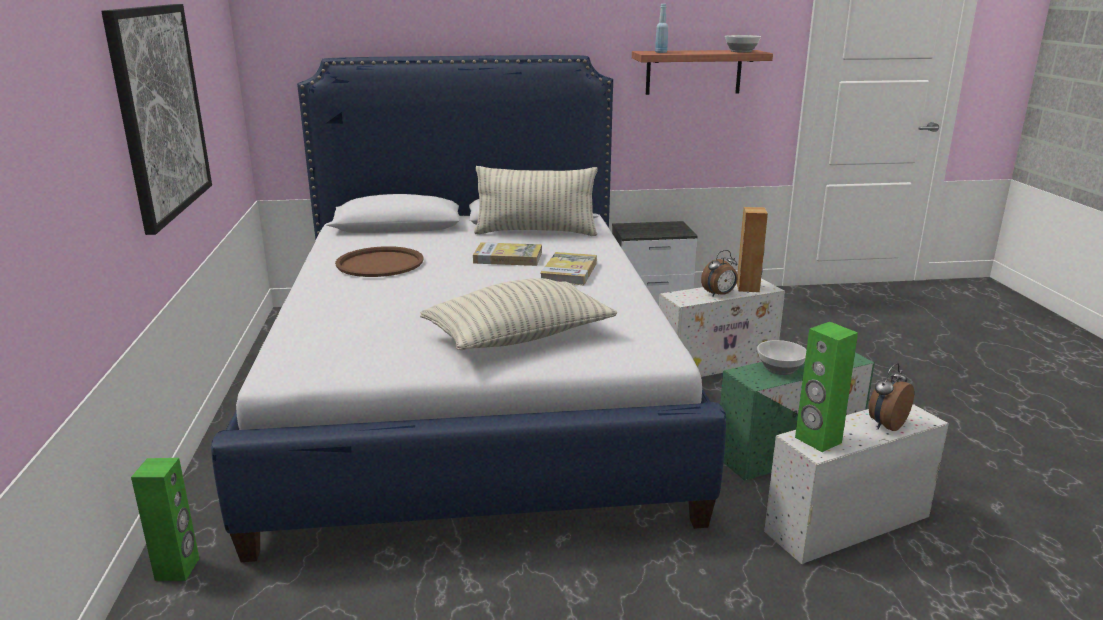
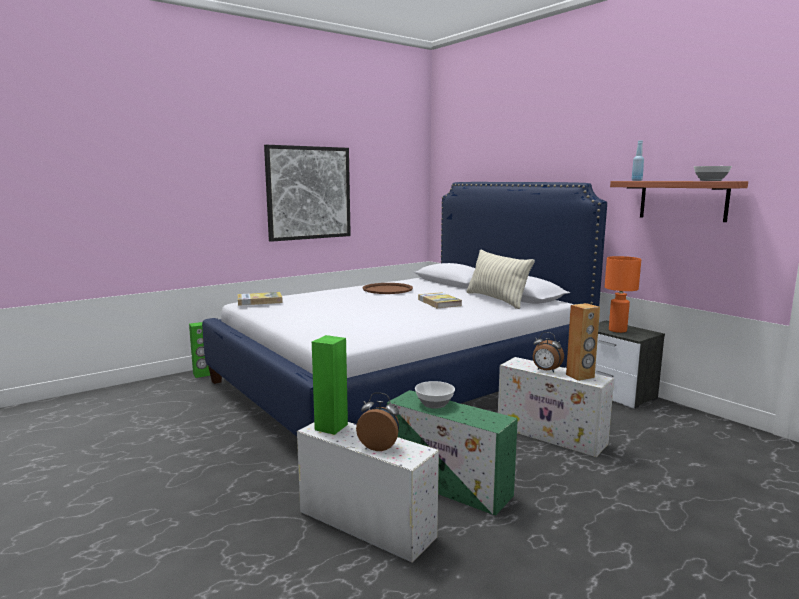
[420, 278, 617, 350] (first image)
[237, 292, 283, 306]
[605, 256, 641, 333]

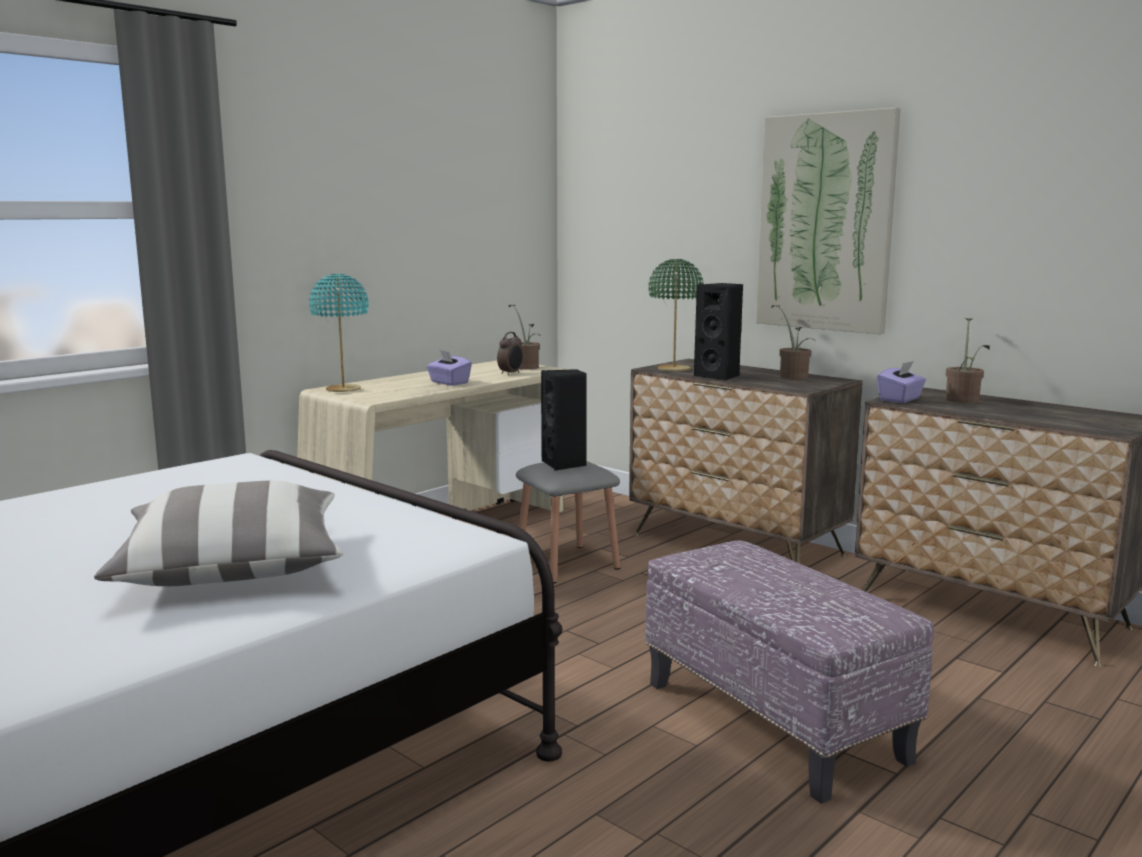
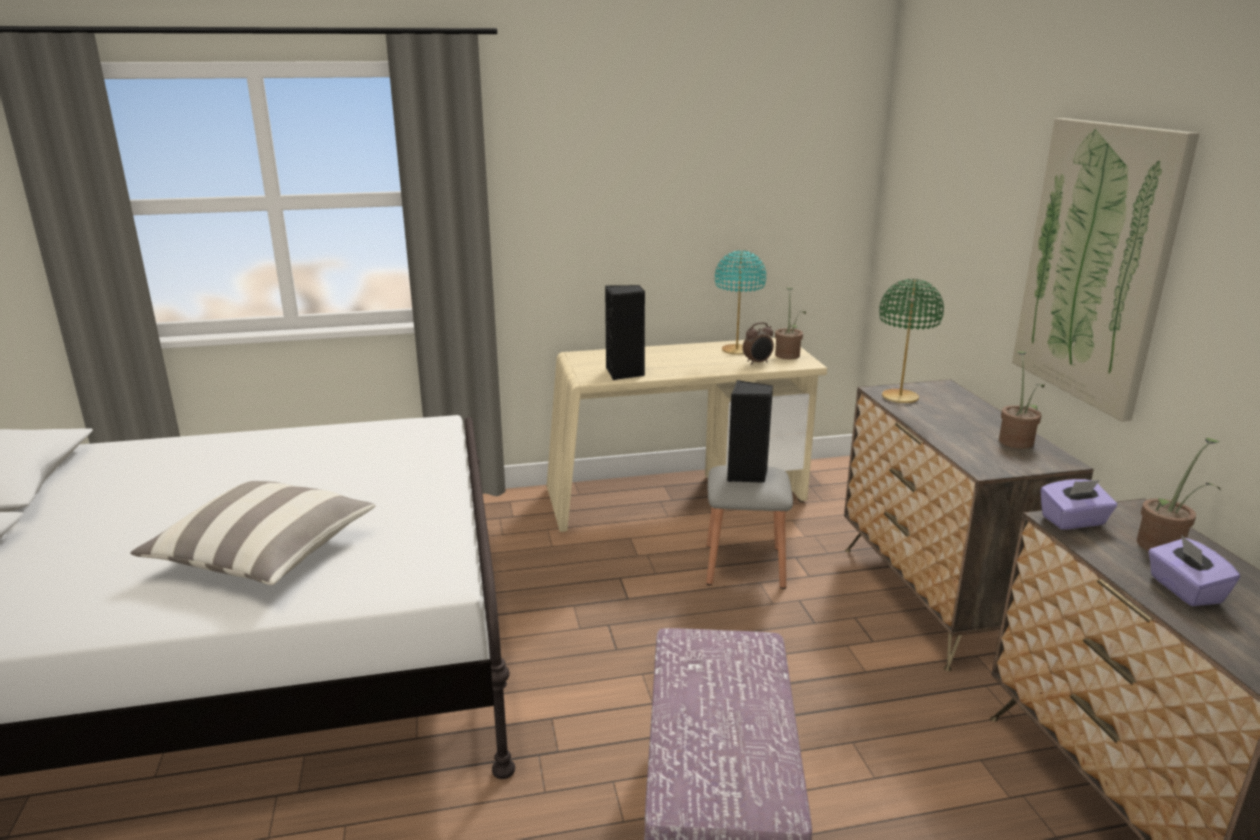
[715, 250, 766, 355]
[1148, 535, 1240, 606]
[605, 285, 645, 380]

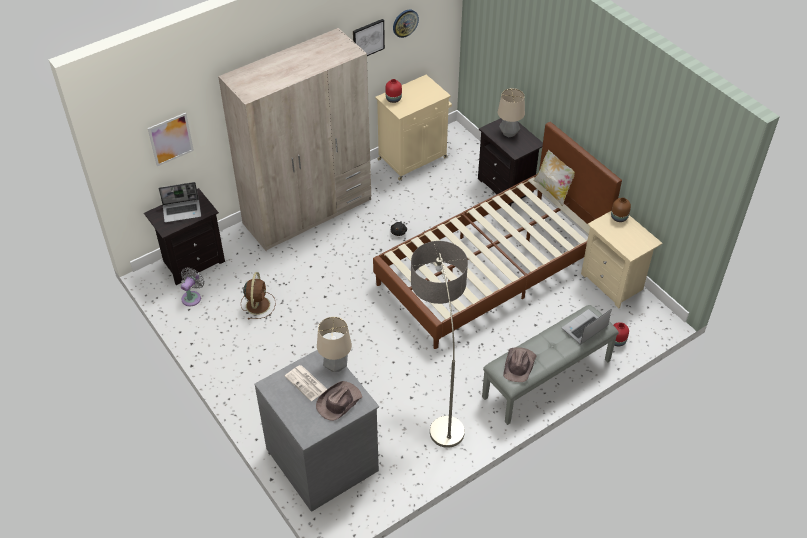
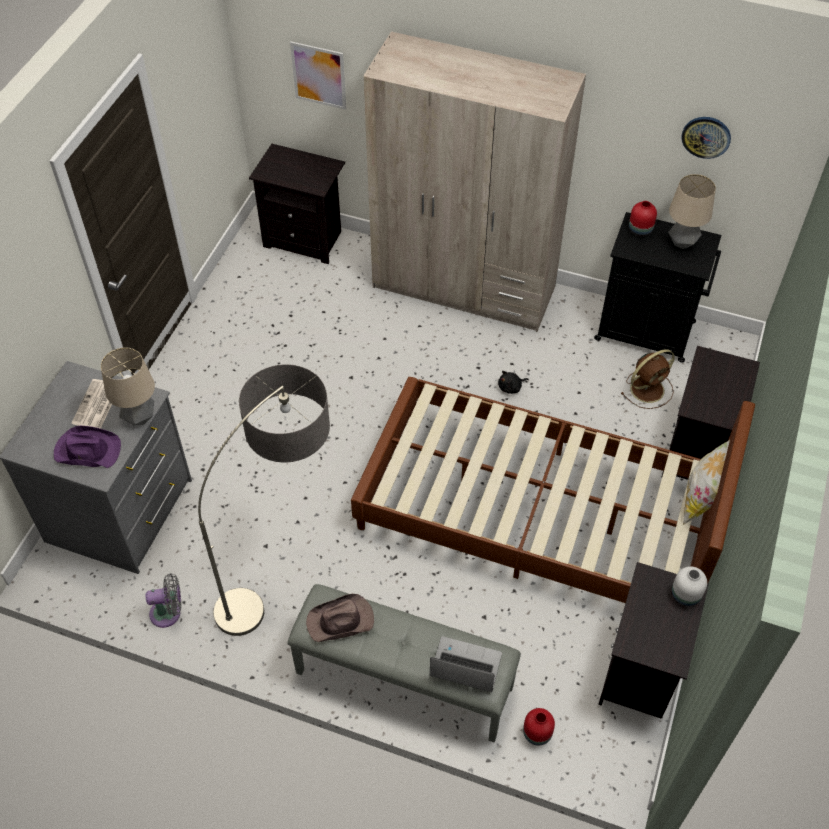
[159, 182, 201, 223] (first image)
[146, 573, 181, 628]
[621, 349, 675, 409]
[54, 426, 121, 468]
[353, 19, 385, 56] (first image)
[594, 212, 722, 362]
[668, 174, 716, 249]
[598, 562, 709, 719]
[672, 566, 707, 606]

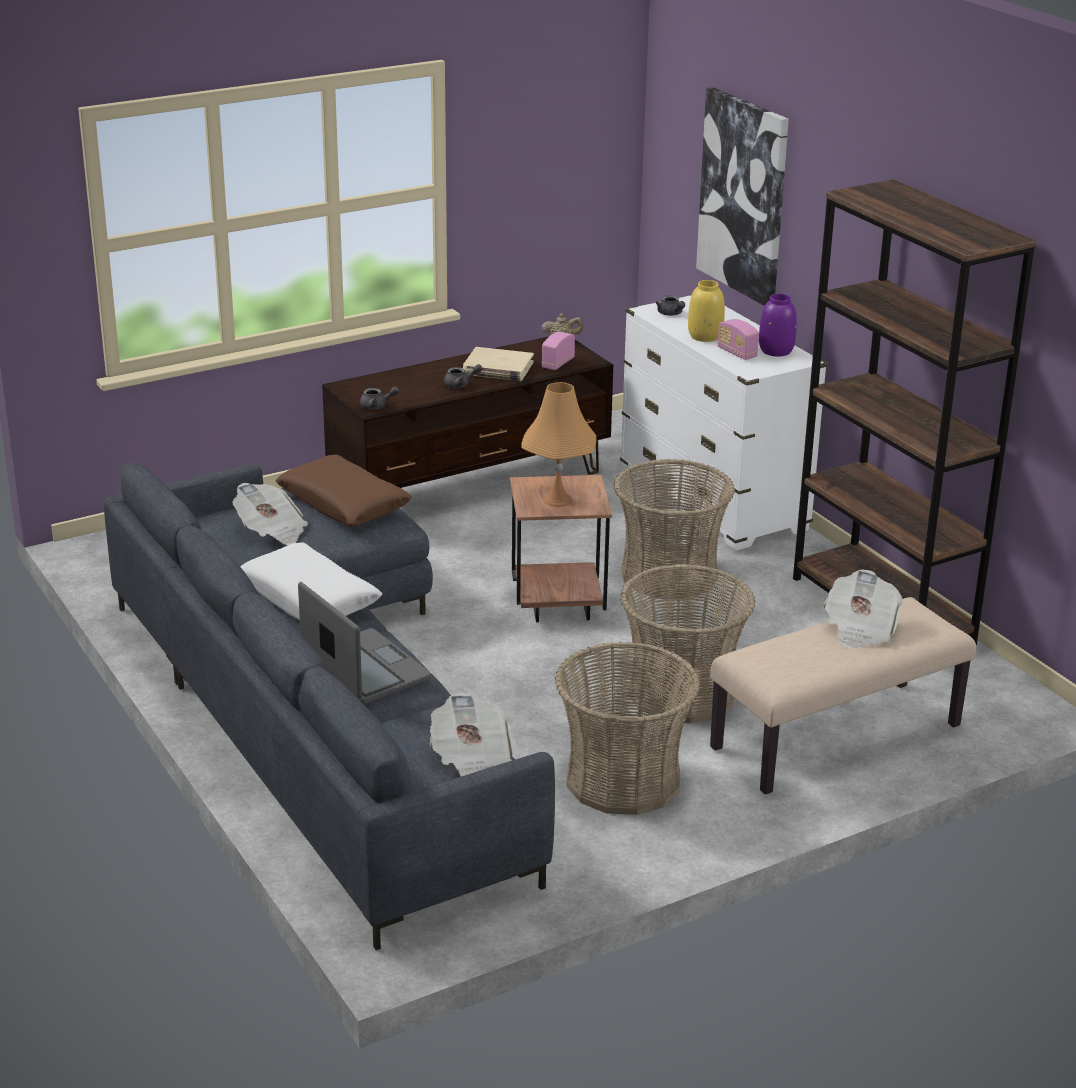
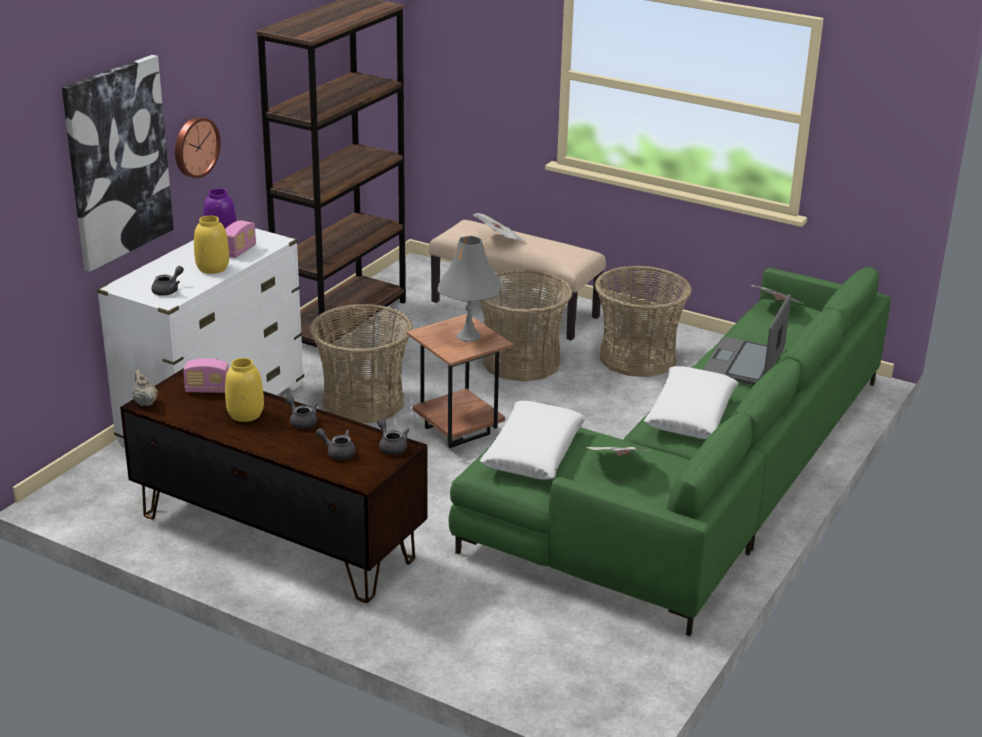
[448, 267, 891, 636]
[480, 401, 586, 480]
[225, 358, 264, 422]
[437, 236, 501, 342]
[175, 117, 221, 178]
[315, 428, 356, 460]

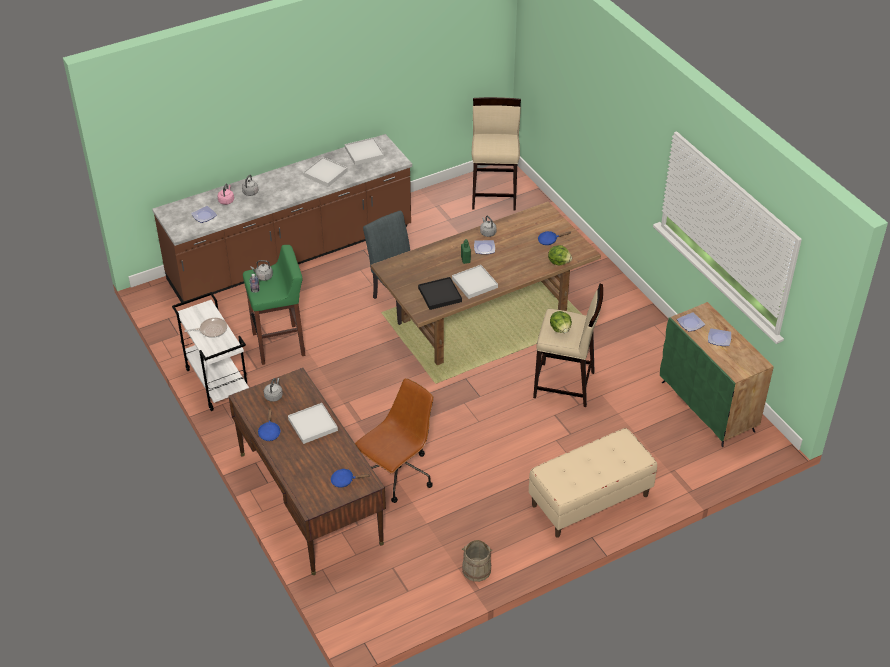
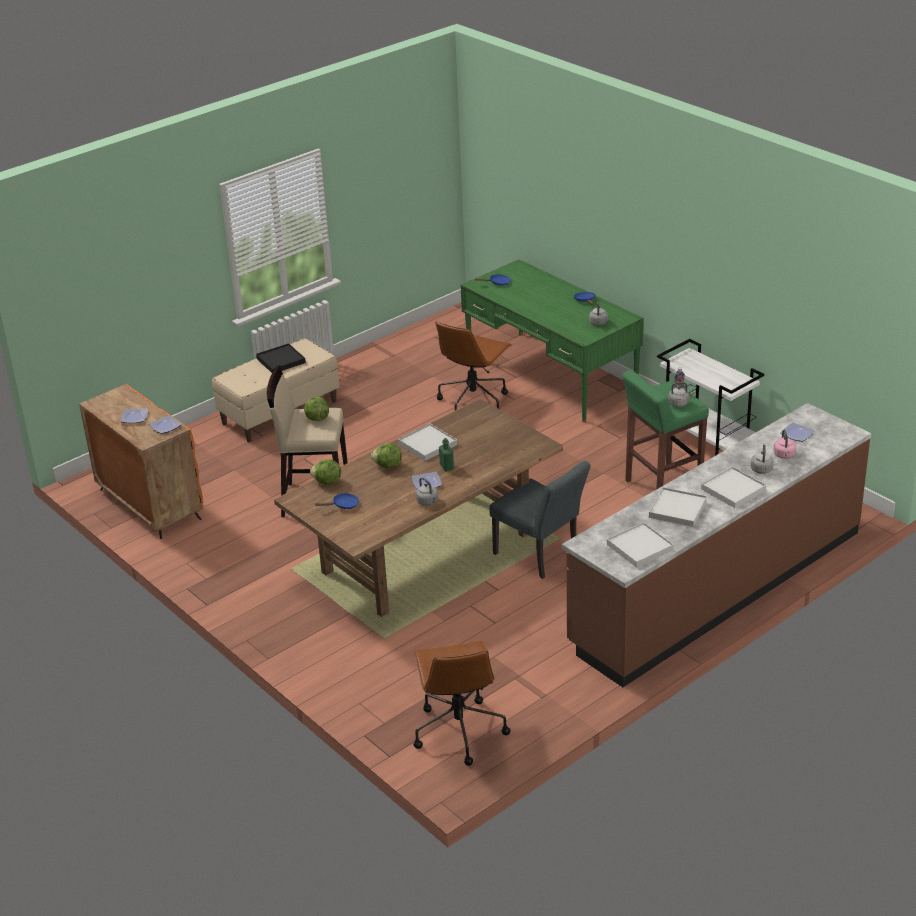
[184, 318, 227, 338] (first image)
[461, 259, 644, 422]
[701, 466, 766, 508]
[256, 343, 306, 373]
[462, 540, 493, 582] (first image)
[413, 641, 511, 766]
[79, 384, 203, 539]
[371, 444, 402, 469]

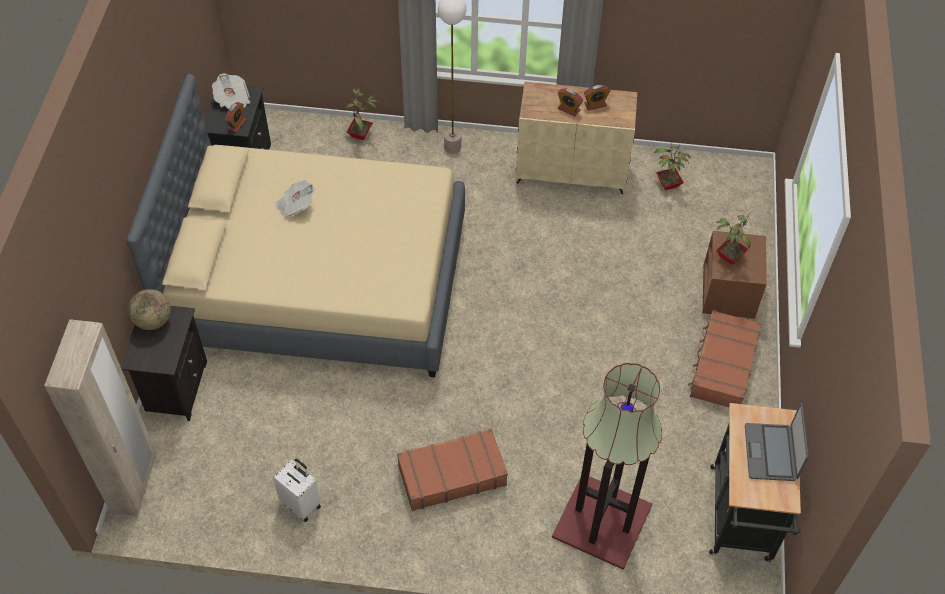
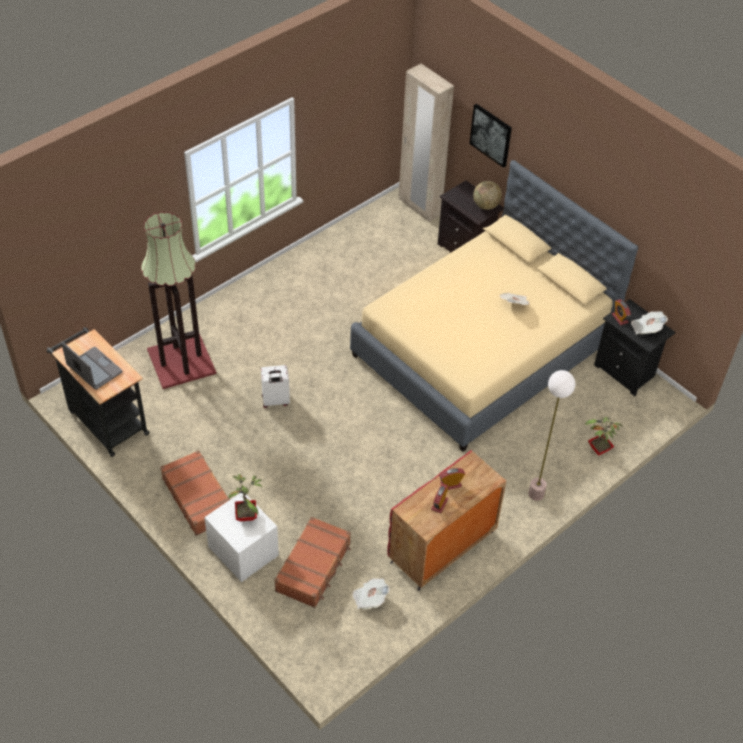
[261, 365, 290, 408]
[274, 517, 351, 608]
[387, 450, 506, 591]
[352, 579, 389, 609]
[204, 493, 279, 582]
[469, 104, 512, 168]

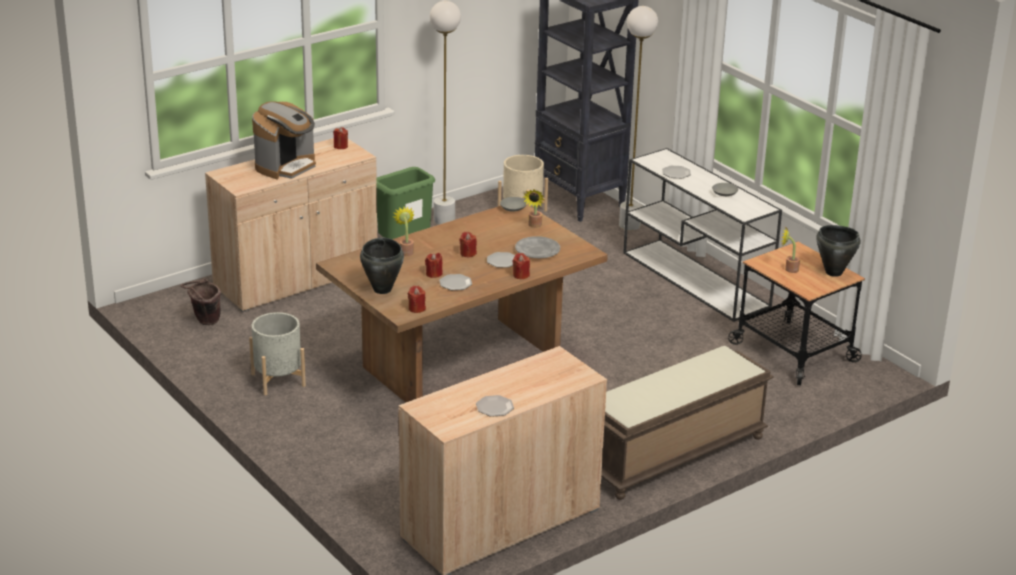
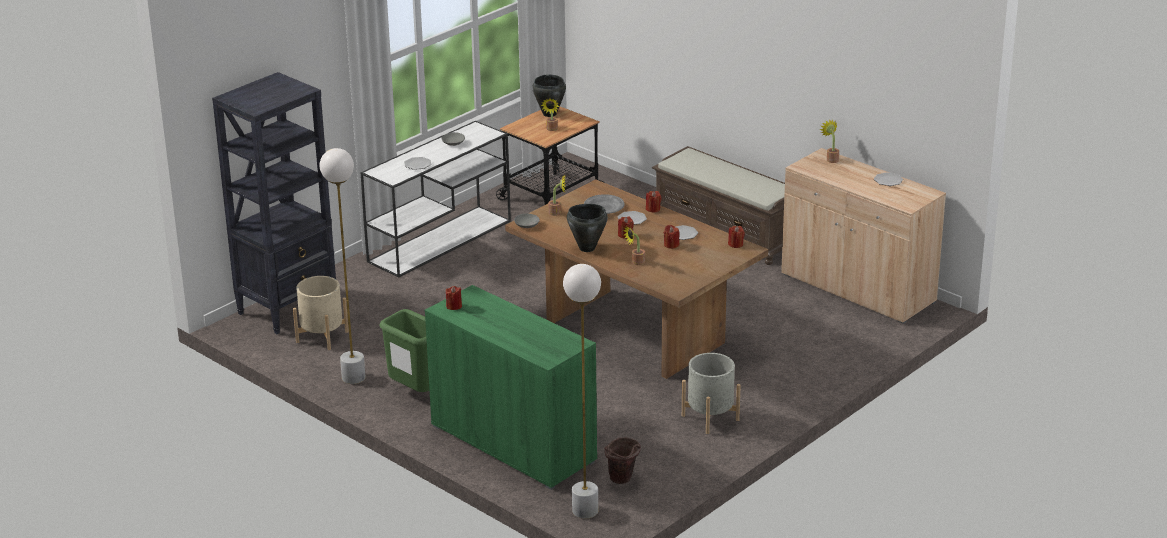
[425, 285, 597, 490]
[252, 101, 316, 179] (first image)
[567, 204, 608, 252]
[563, 264, 601, 519]
[820, 119, 839, 163]

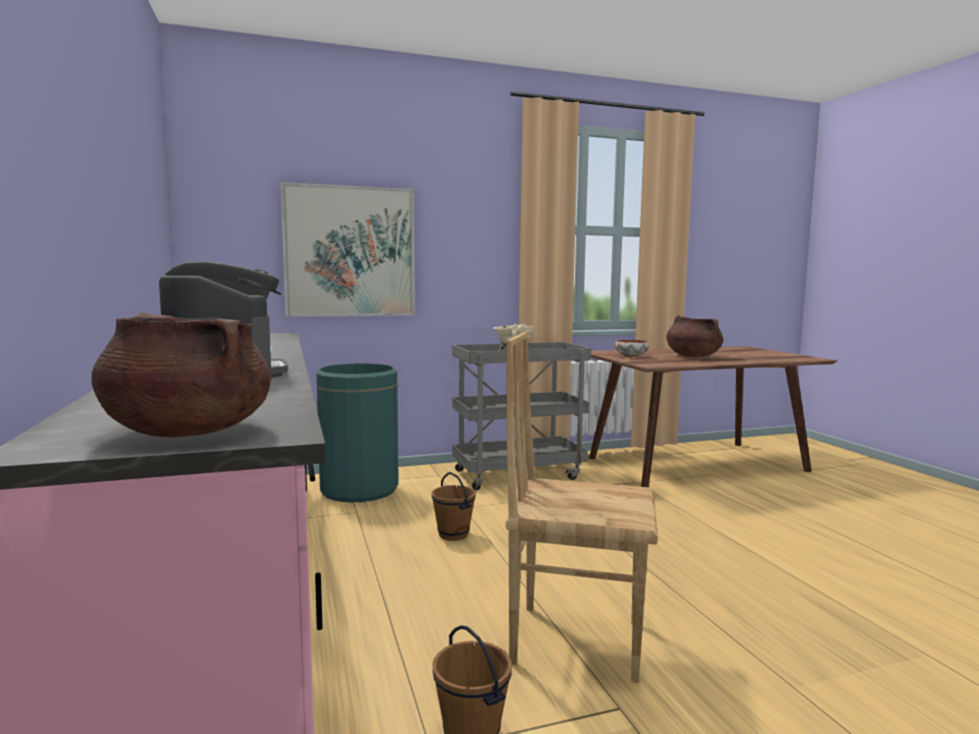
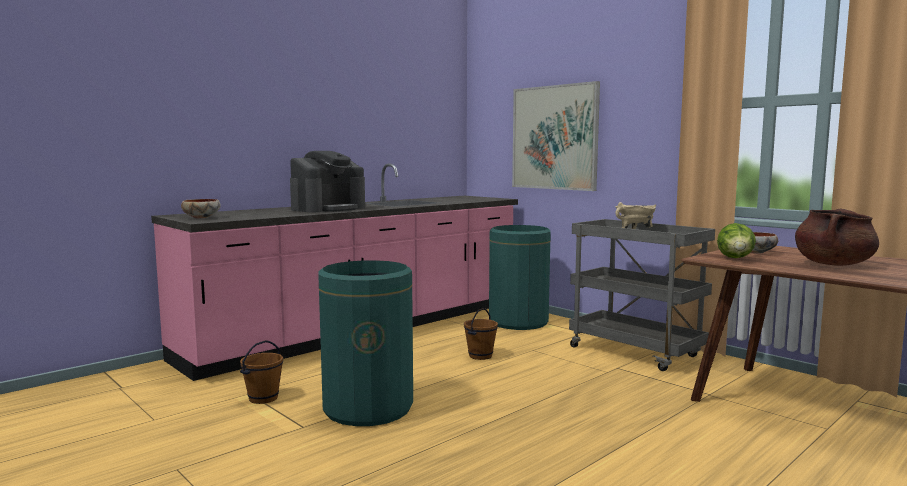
[181, 199, 221, 218]
[318, 260, 413, 426]
[717, 223, 756, 258]

